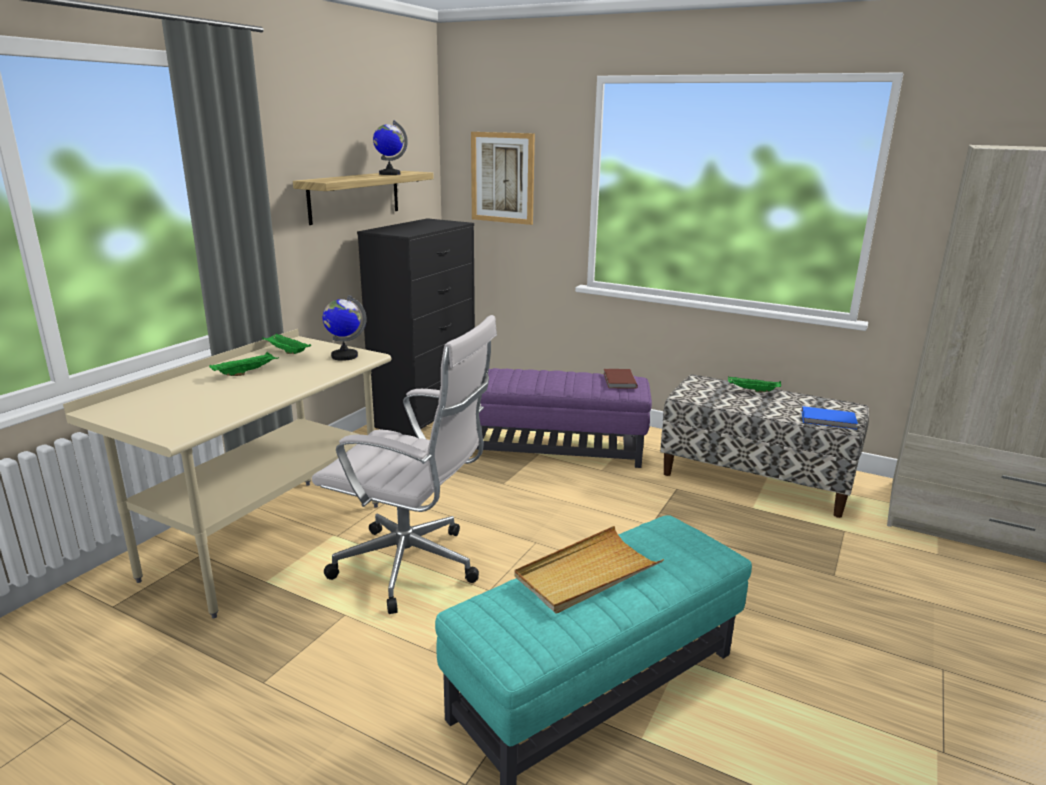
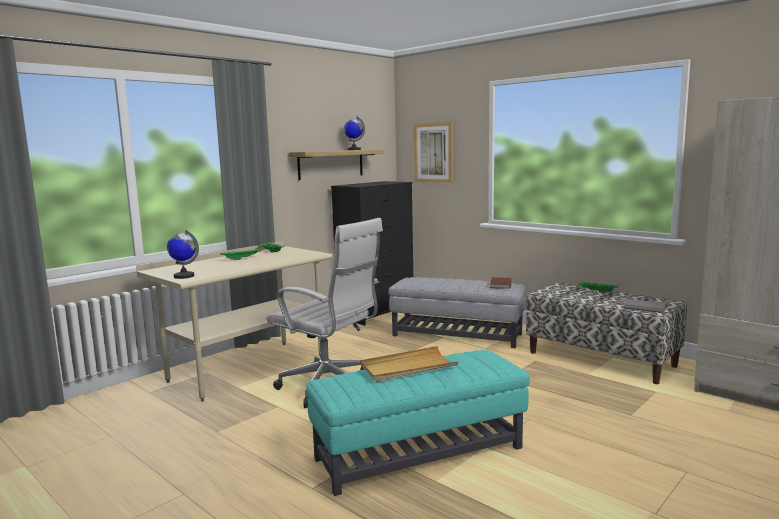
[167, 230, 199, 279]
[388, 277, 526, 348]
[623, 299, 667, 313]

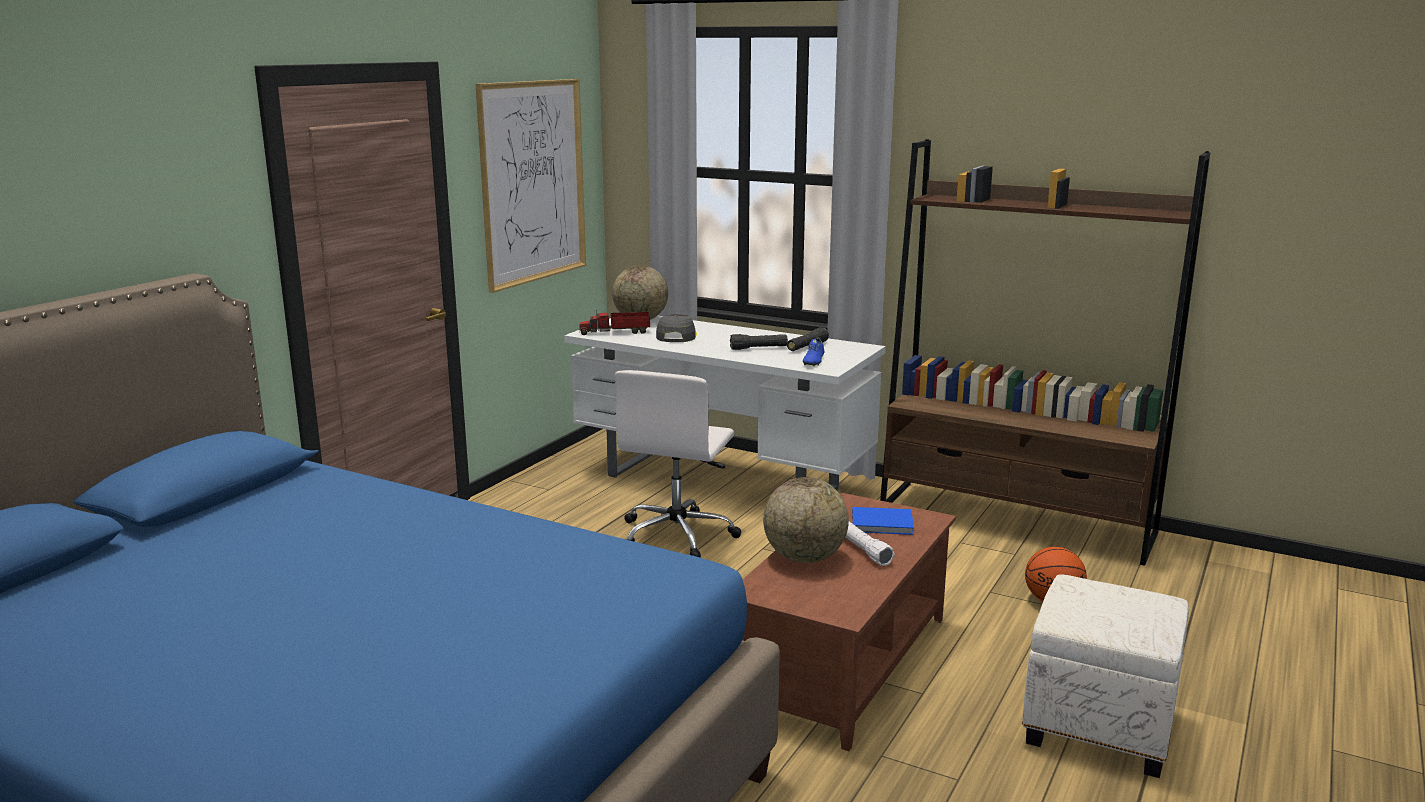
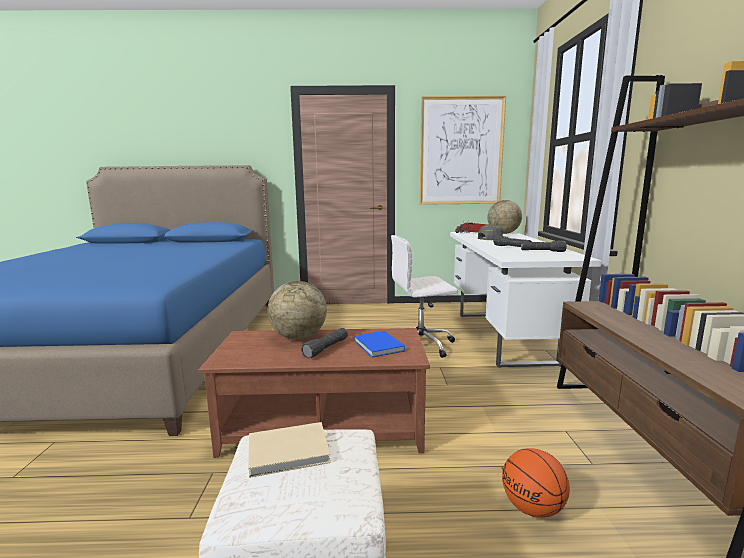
[803, 338, 824, 366] (first image)
[301, 328, 348, 358]
[248, 422, 331, 478]

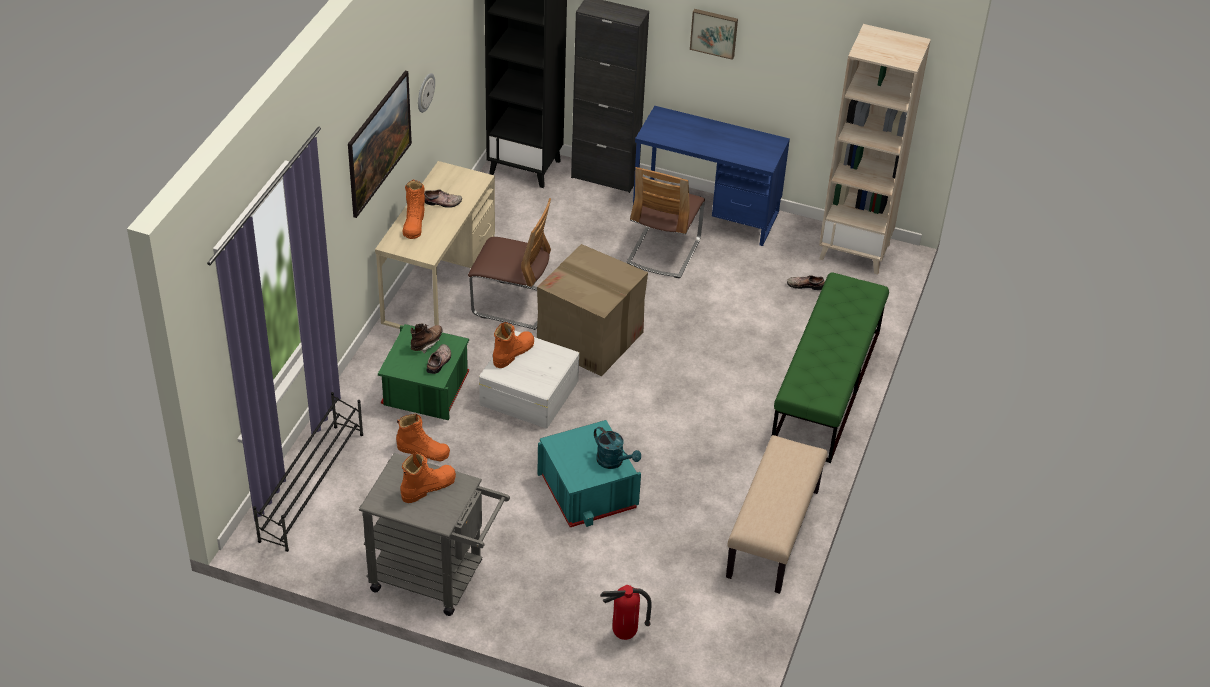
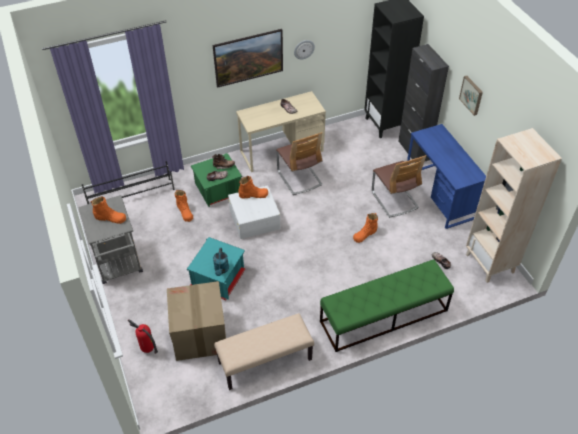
[353, 213, 378, 243]
[167, 281, 226, 361]
[372, 155, 426, 218]

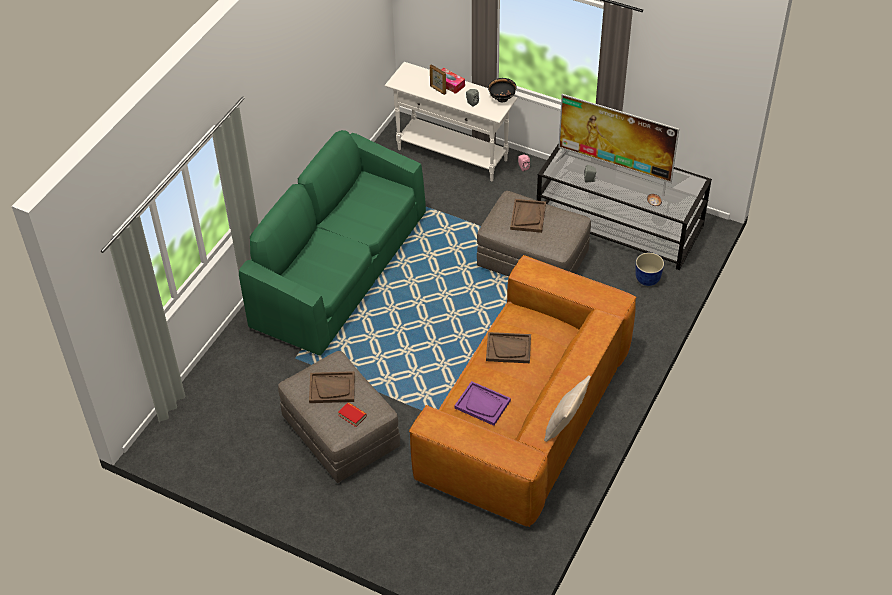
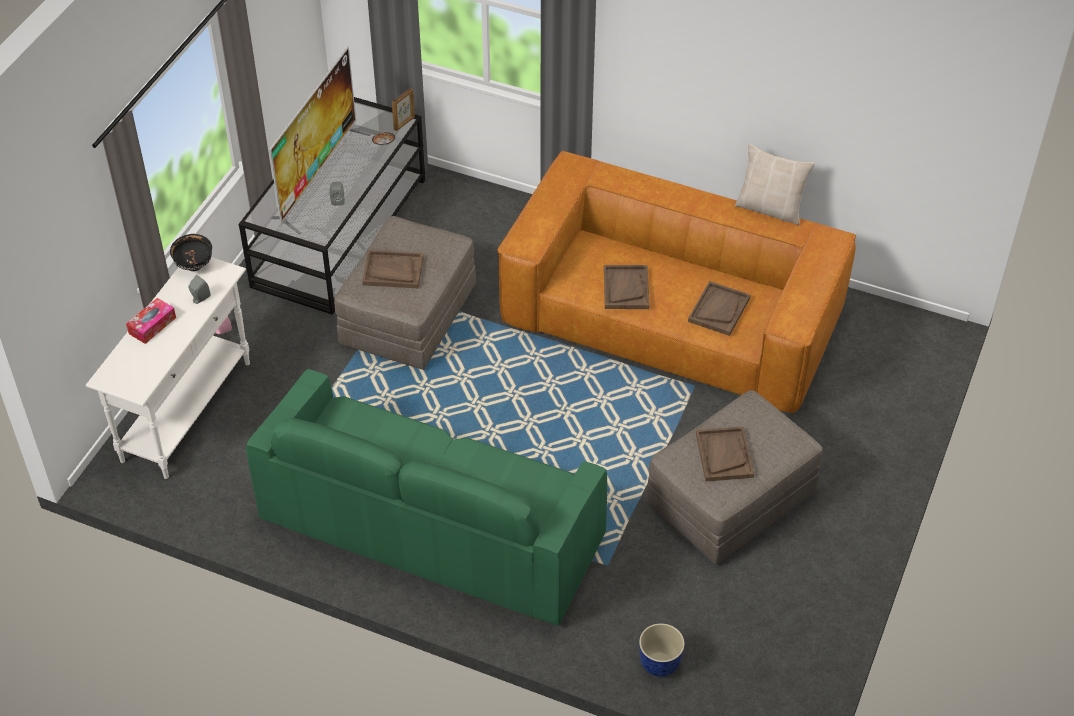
[338, 402, 367, 427] (first image)
[392, 88, 415, 131]
[688, 281, 751, 336]
[639, 623, 685, 677]

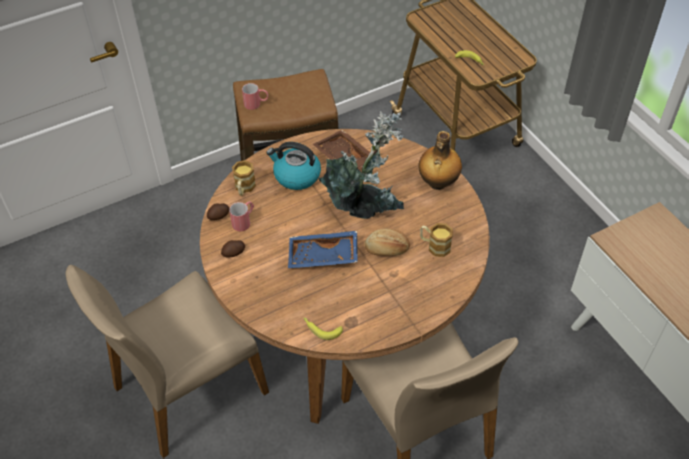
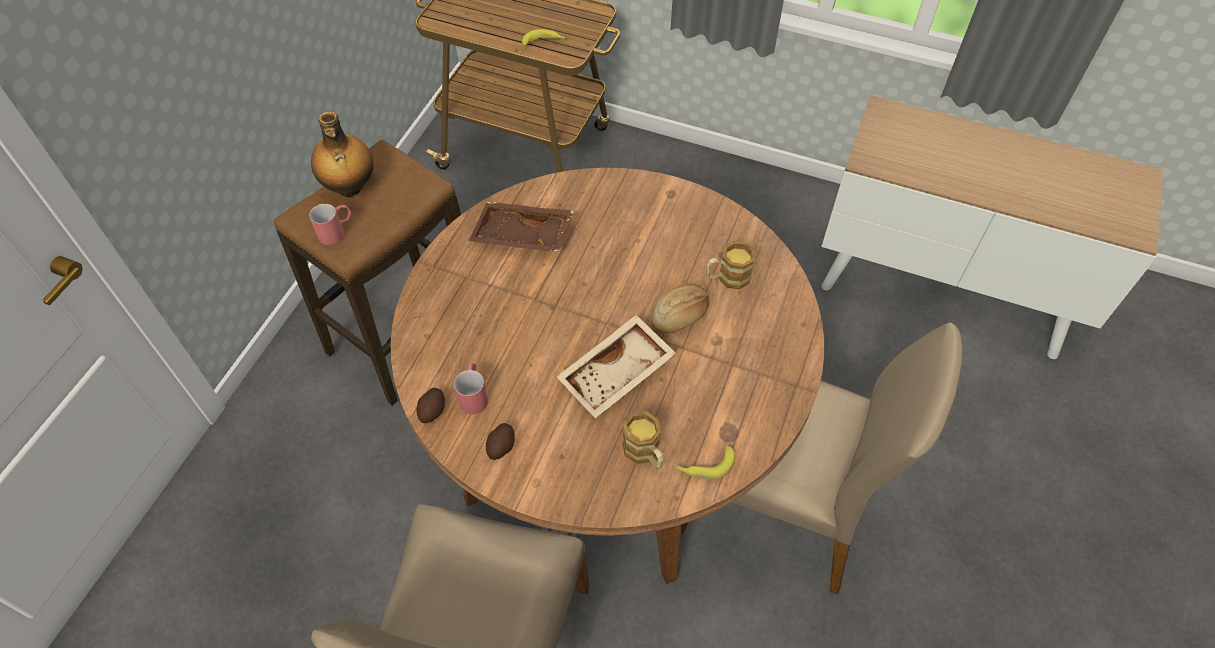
[622, 411, 663, 470]
[266, 142, 321, 190] (first image)
[557, 315, 676, 418]
[319, 111, 404, 219] (first image)
[311, 111, 374, 197]

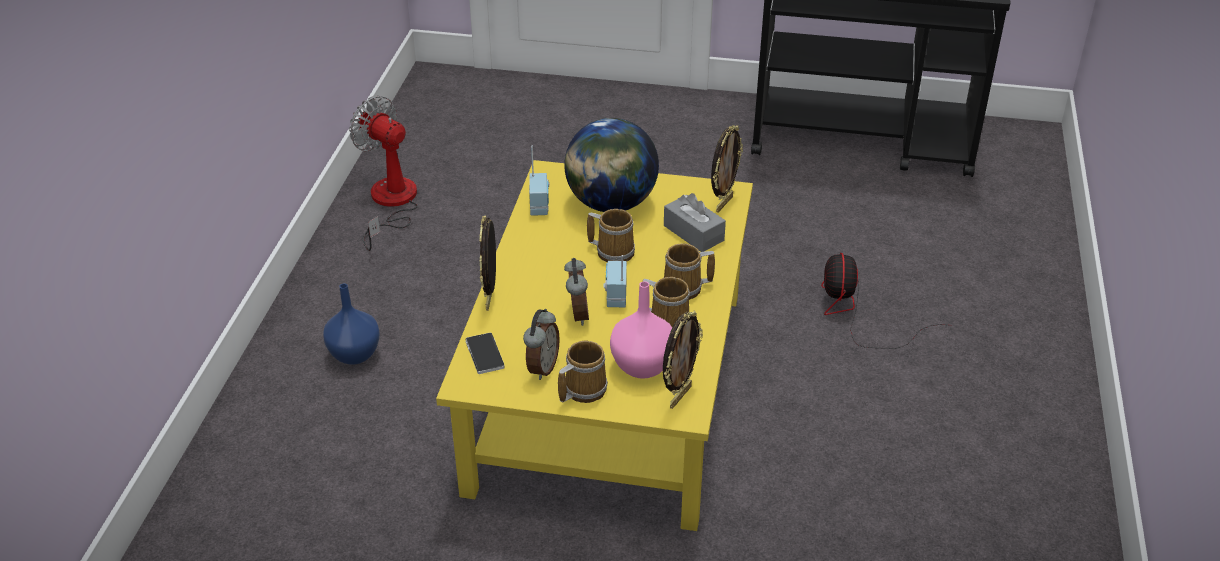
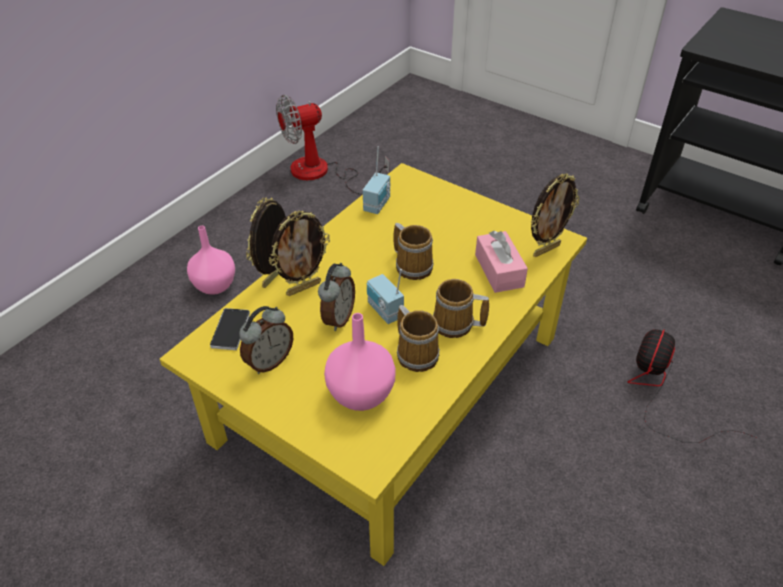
[187, 226, 235, 295]
[276, 95, 389, 195]
[558, 340, 608, 403] (first image)
[564, 118, 659, 212] (first image)
[367, 269, 404, 324]
[269, 211, 330, 296]
[475, 231, 528, 293]

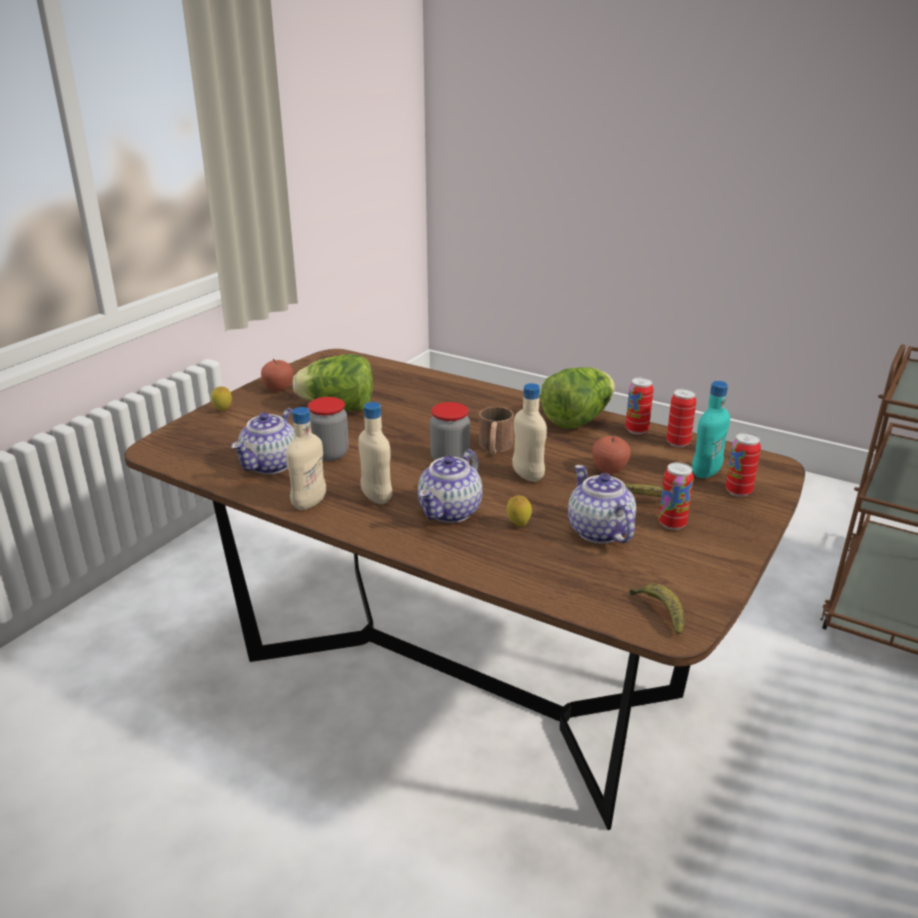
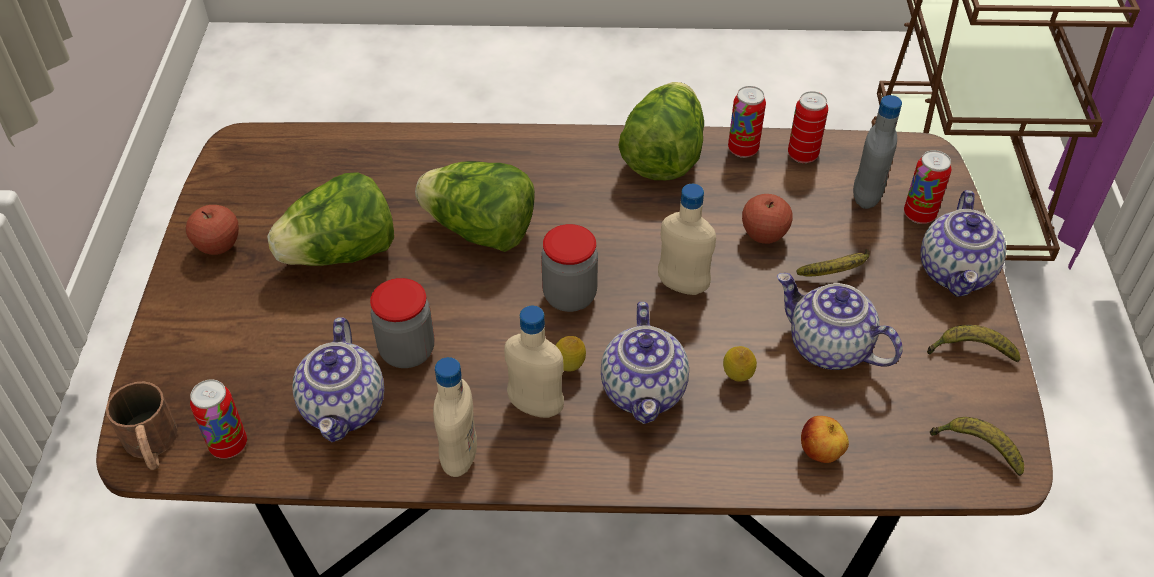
[555, 336, 586, 372]
[106, 382, 178, 470]
[190, 379, 247, 459]
[853, 95, 902, 209]
[415, 161, 535, 252]
[801, 416, 849, 463]
[920, 190, 1006, 297]
[927, 325, 1020, 362]

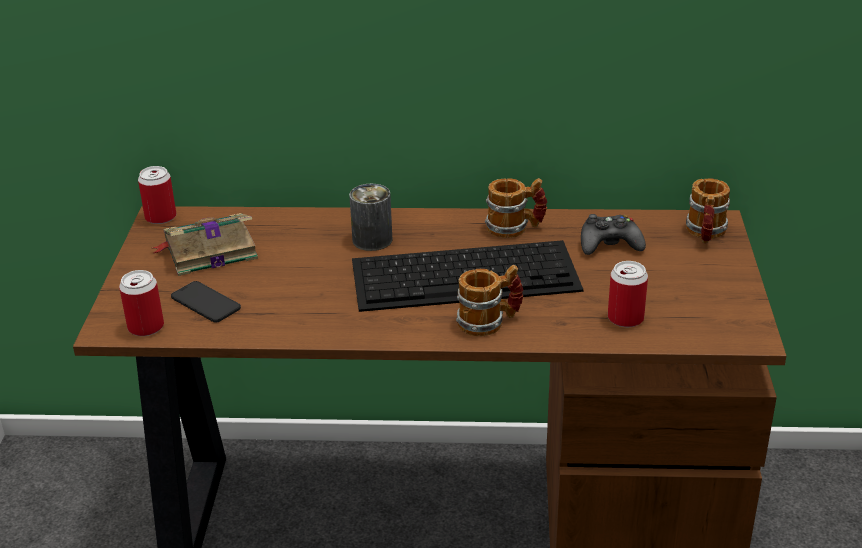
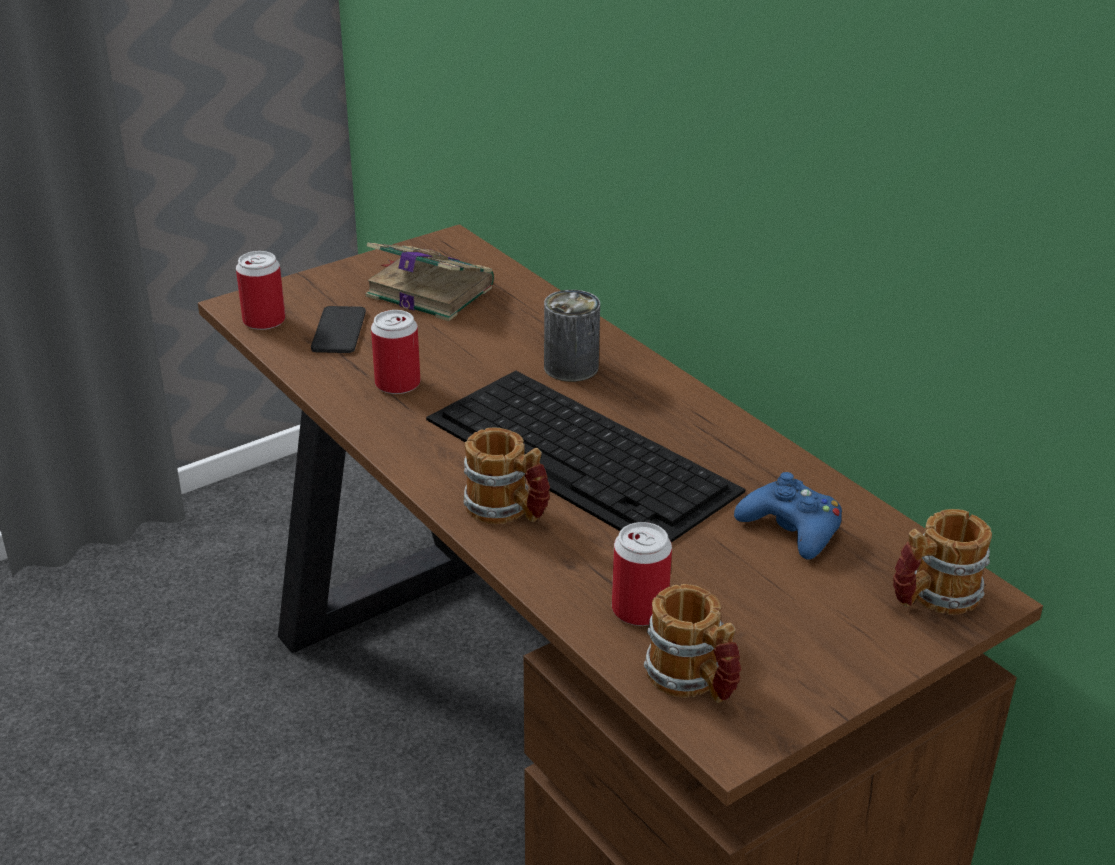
[371, 310, 420, 394]
[644, 584, 741, 703]
[734, 472, 842, 560]

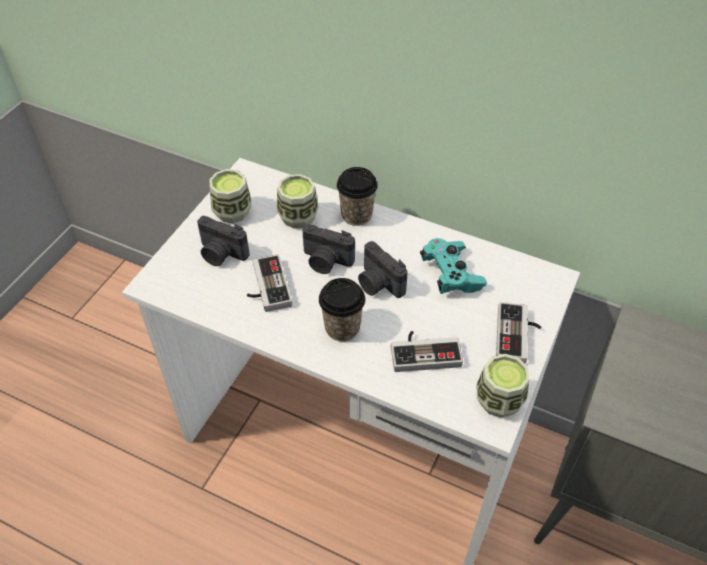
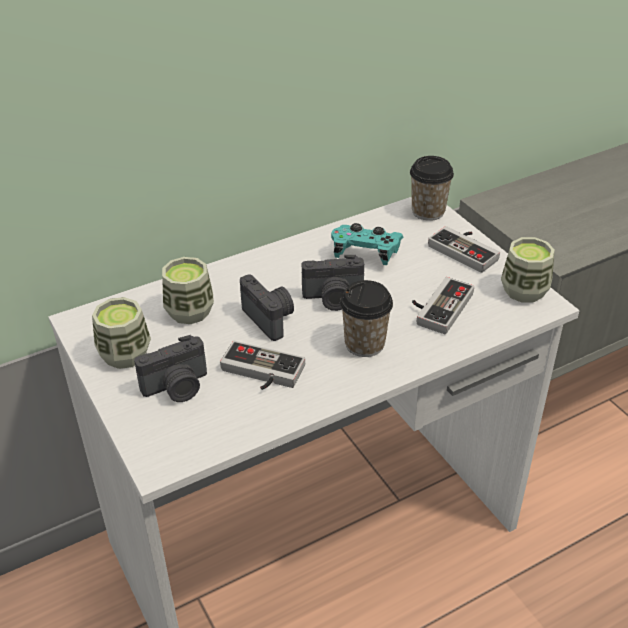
[240, 274, 294, 341]
[410, 156, 454, 221]

